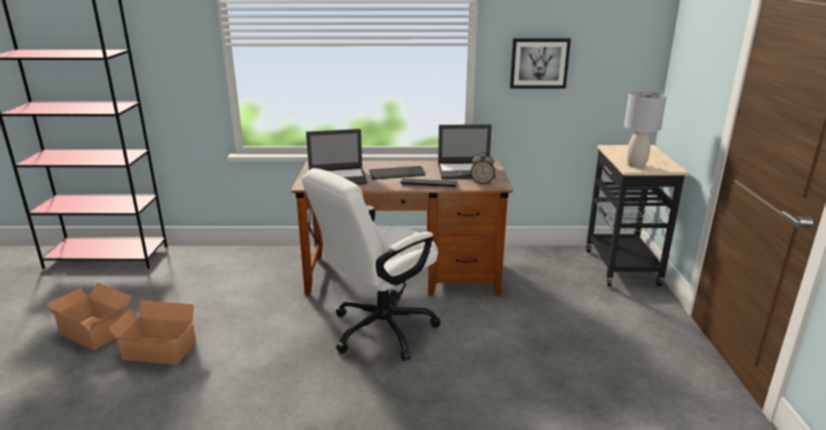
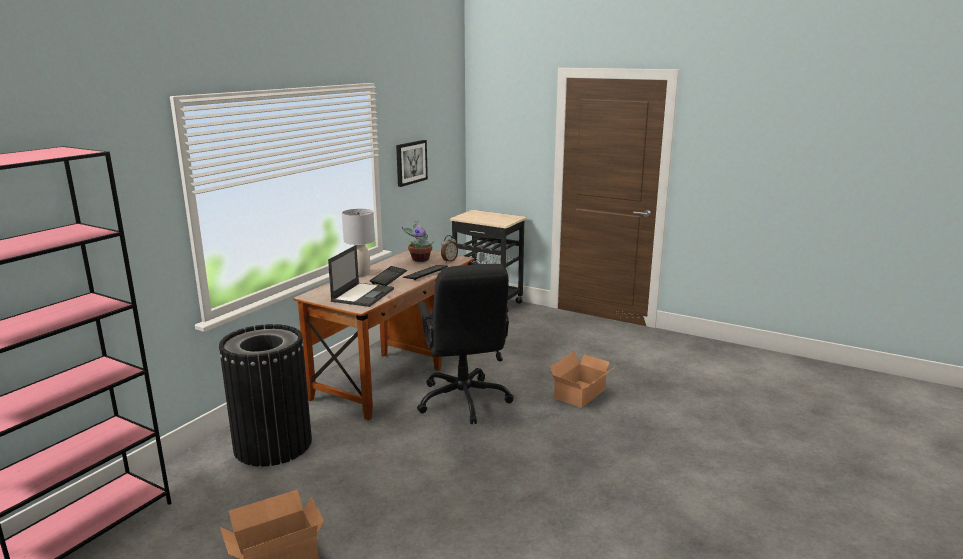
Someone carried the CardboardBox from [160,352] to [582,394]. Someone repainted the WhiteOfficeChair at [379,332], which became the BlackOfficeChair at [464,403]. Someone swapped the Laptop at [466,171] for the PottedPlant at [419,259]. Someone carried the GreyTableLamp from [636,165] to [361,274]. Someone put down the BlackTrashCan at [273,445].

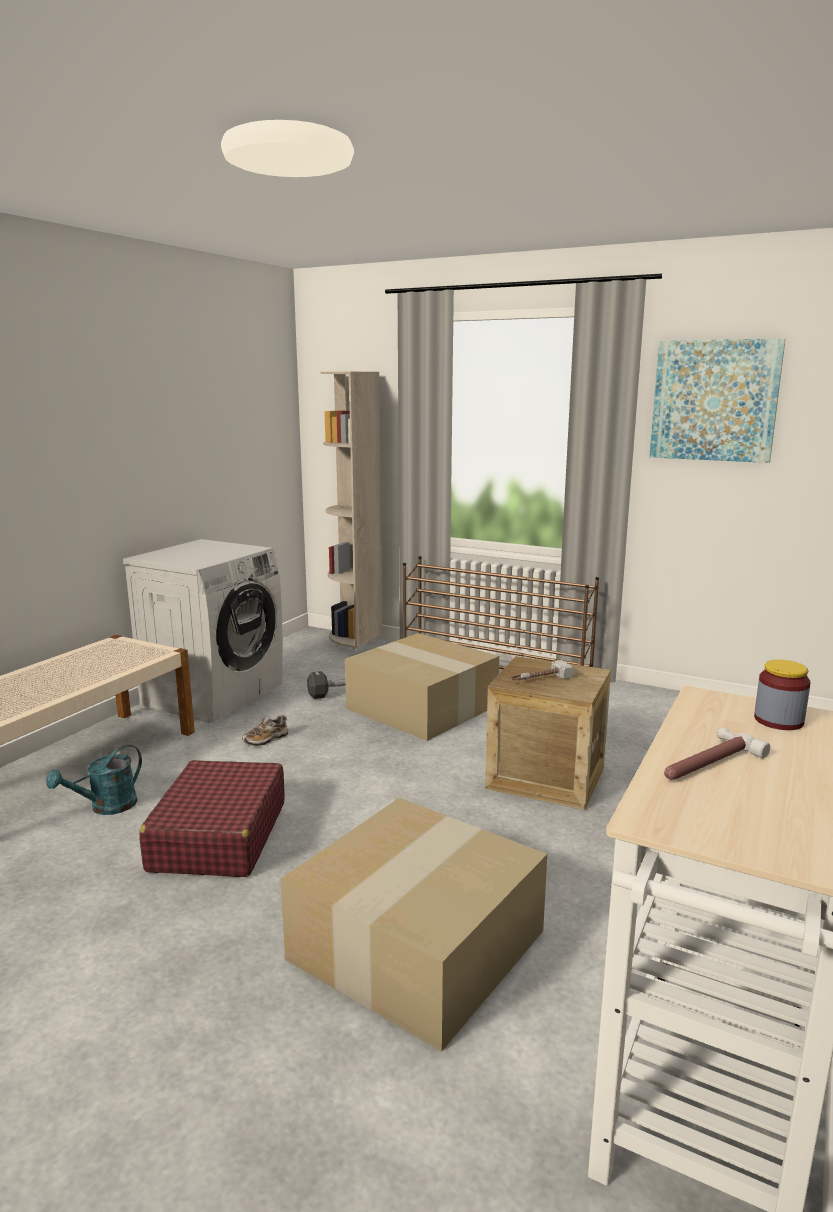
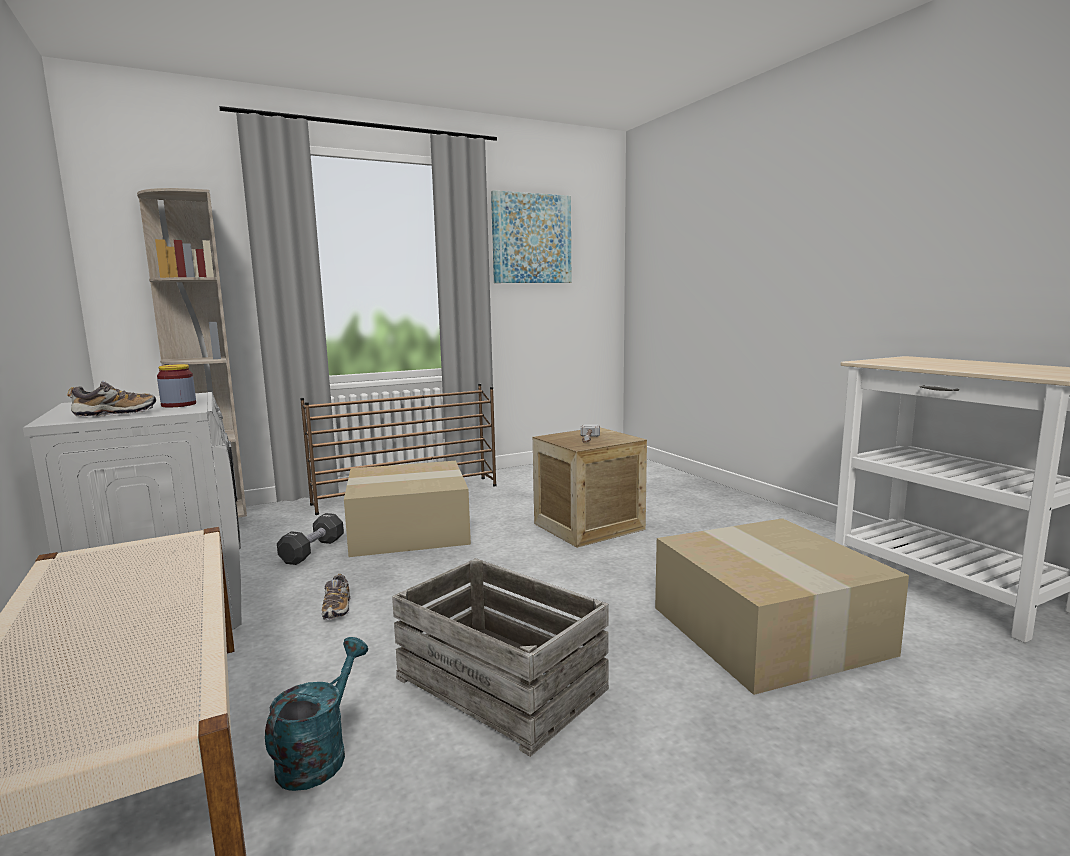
Someone rotated the TurquoiseWateringCan at [106,807] by 150 degrees counterclockwise. Someone swapped the RedSuitcase at [218,836] for the Crate at [502,682]. Someone took away the Hammer at [706,763]. Someone carried the Jar from [778,720] to [179,405]. Someone put down the Shoe at [115,414].

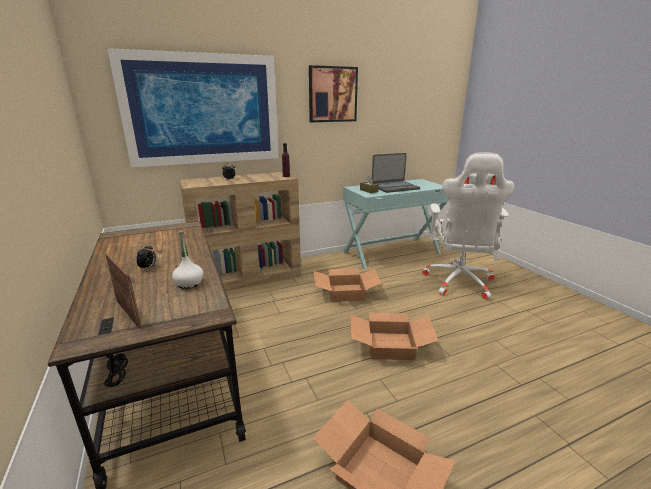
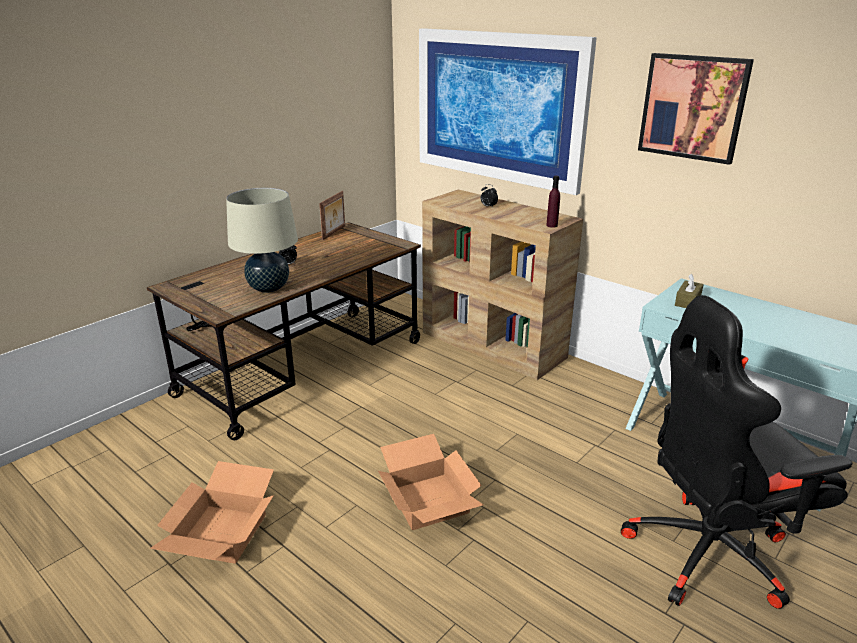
Someone carried the PictureFrame from [129,313] to [334,232]. Someone swapped the WhiteBottle at [189,283] for the BeigeTableLamp at [268,288]. Someone took away the CardboardBox at [346,292]. Someone took away the Laptop at [395,187]. Someone repainted the WhiteOfficeChair at [458,279], which became the BlackOfficeChair at [718,551].

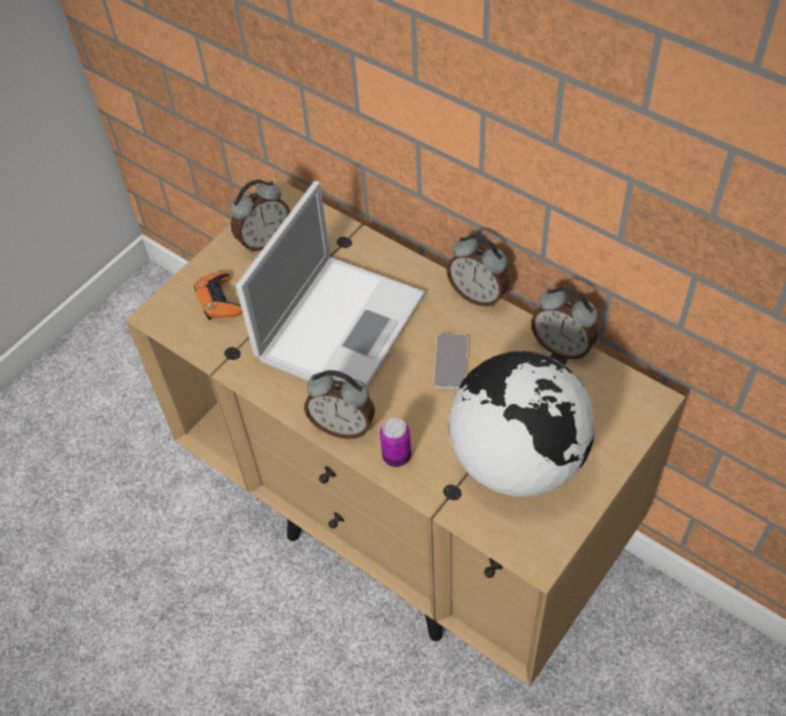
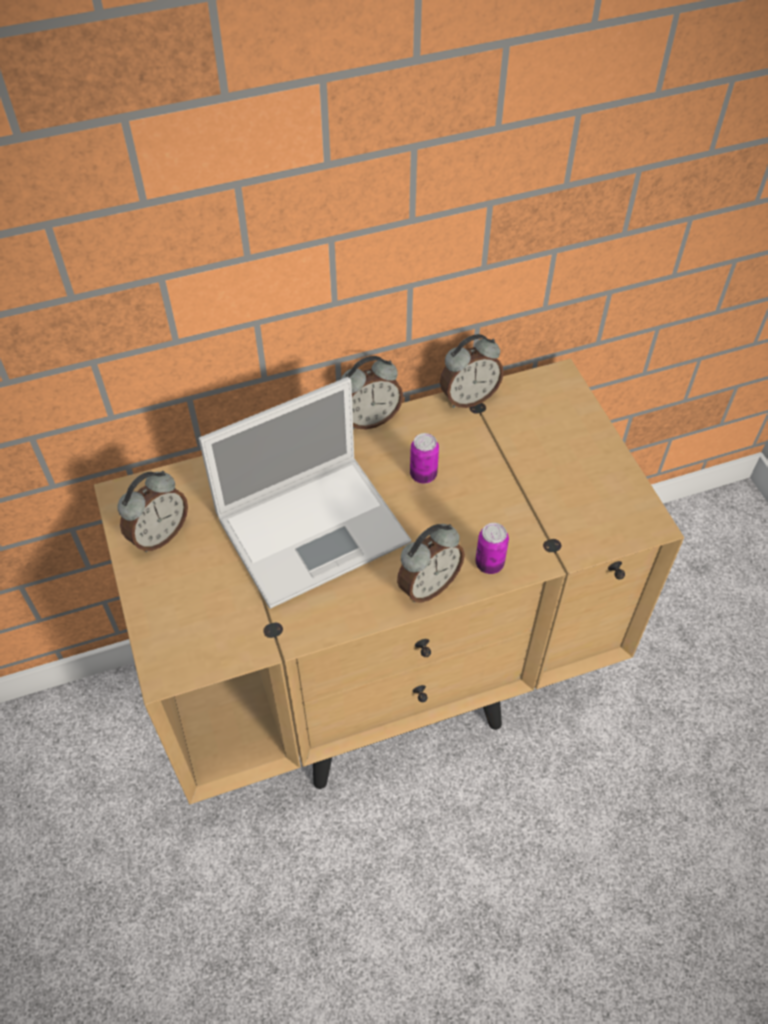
Someone took away the OrangeGameController at [219,300]. Someone rotated the AlarmClock at [264,240] by 45 degrees clockwise. Someone rotated the Laptop at [342,324] by 90 degrees clockwise. Someone swapped the Phone at [451,362] for the Can at [423,475]. Someone took away the Globe at [517,460].

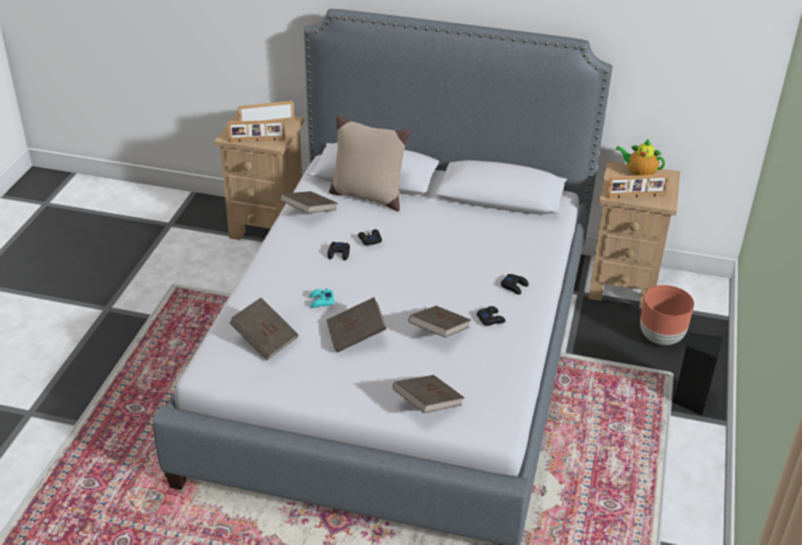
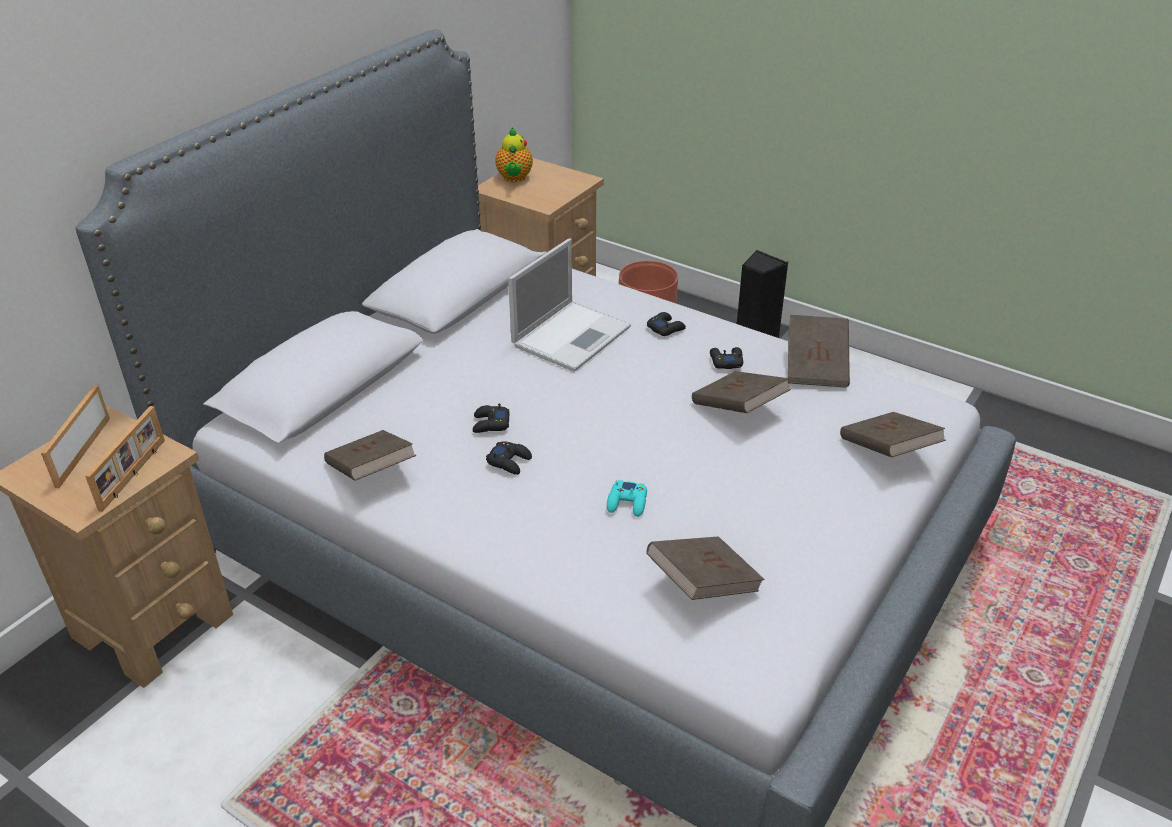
Someone carried the BrownBook from [356,336] to [816,367]. Someone took away the BeigePillow at [367,196]. Someone took away the PictureFrame at [636,196]. Someone rotated the Teapot at [639,174] by 45 degrees counterclockwise. Someone put down the Laptop at [572,335].

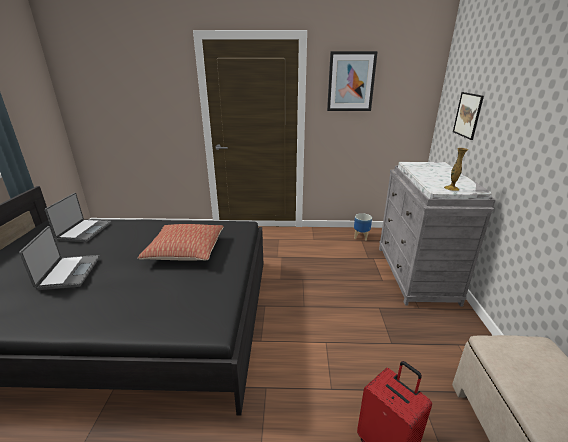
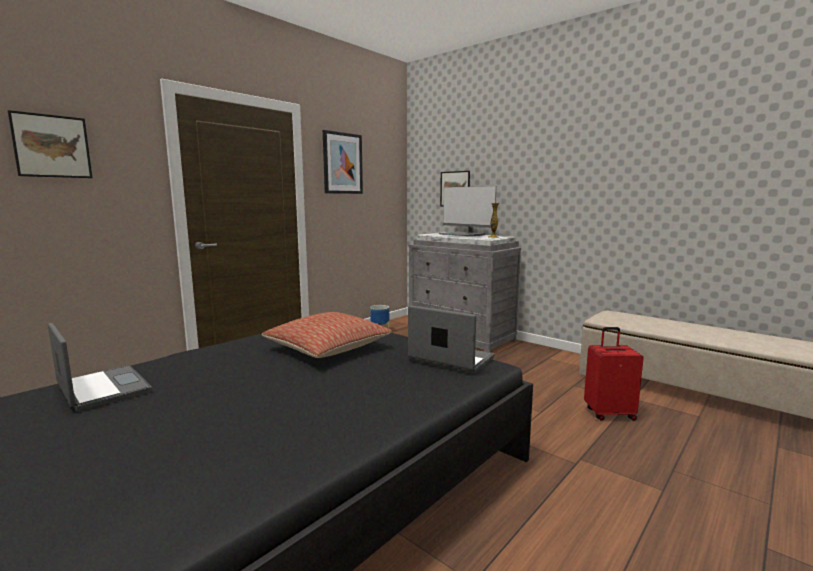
Someone carried the Laptop from [68,273] to [450,360]. Someone put up the Picture at [52,146]. Someone put down the Monitor at [462,235].

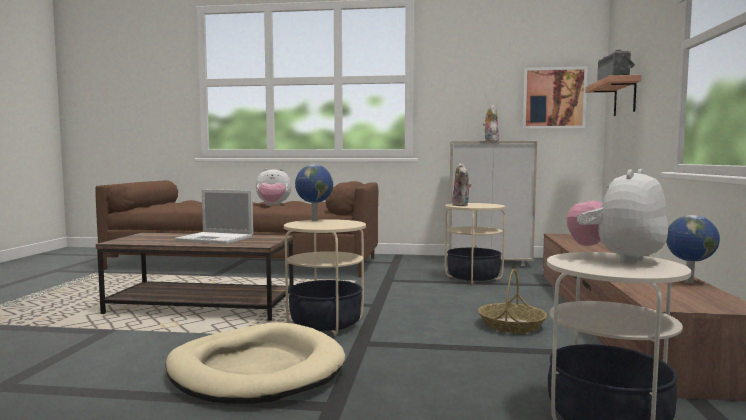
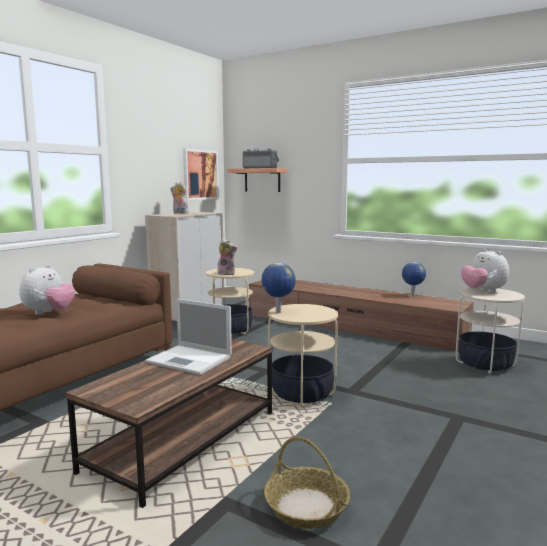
Someone took away the BeigeDogBed at [256,370]. Someone rotated the Laptop at [216,239] by 75 degrees clockwise. Someone carried the Basket from [511,325] to [306,507].

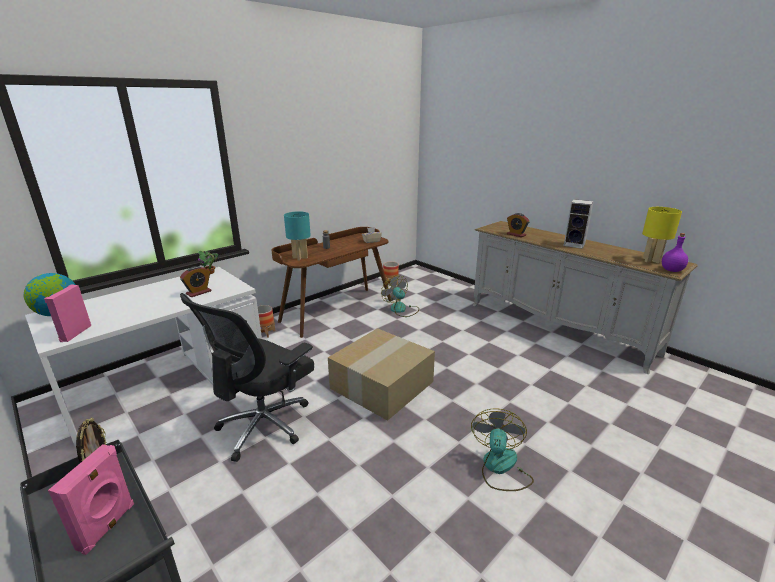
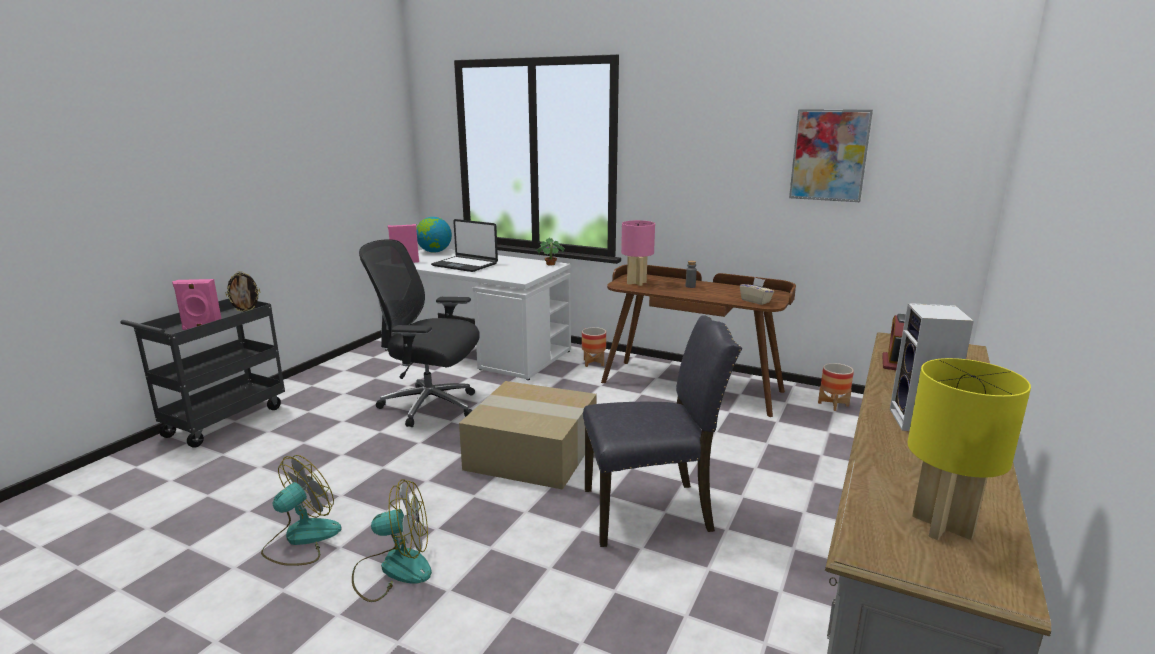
Someone took away the AlarmClock at [198,292]. Someone repainted the TurquoiseTableLamp at [300,258], which became the PinkTableLamp at [637,283]. Someone carried the Fan from [401,310] to [301,539]. Someone took away the PurpleBottle at [672,270]. Someone put down the Laptop at [465,265]. Someone put down the GreyChair at [651,511]. Someone put up the Picture at [829,155].

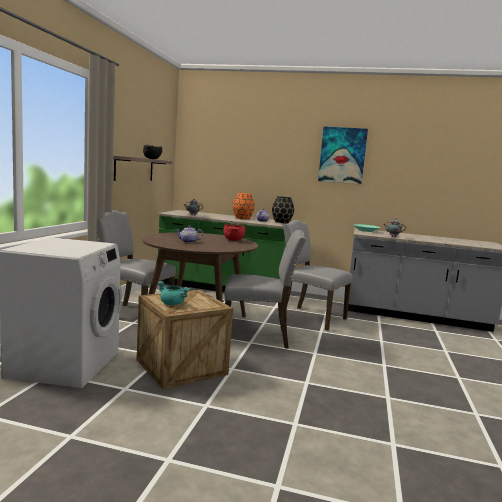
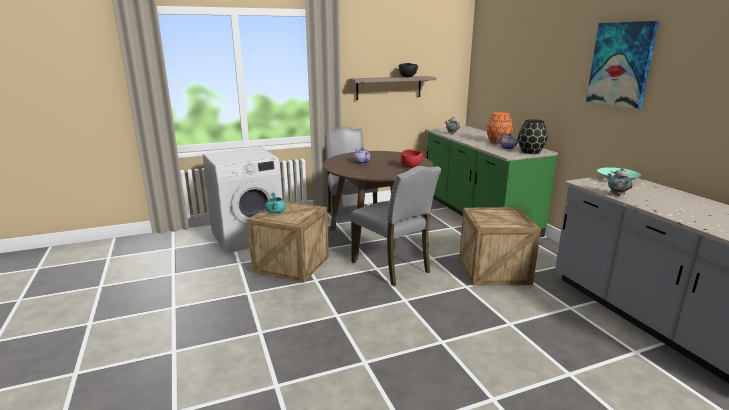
Someone swapped the GreyChair at [310,317] for the Crate at [494,270].

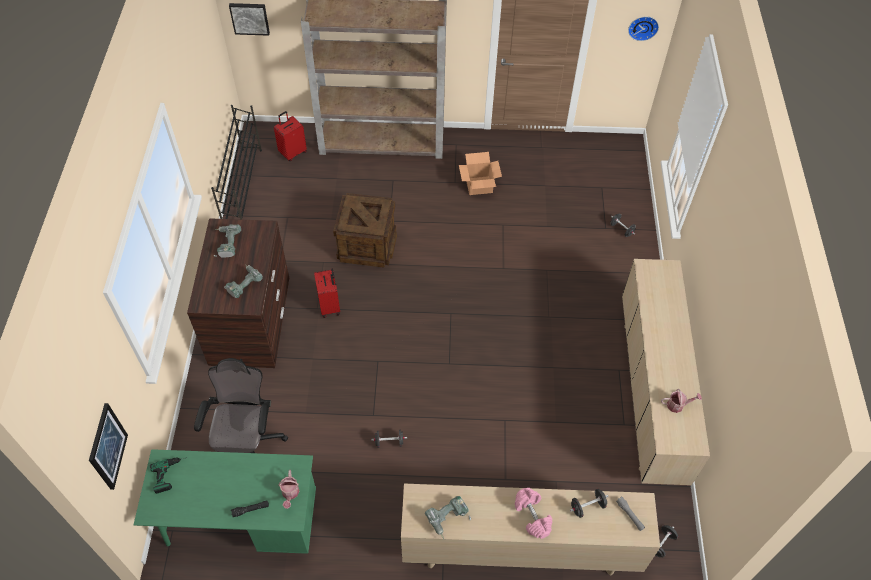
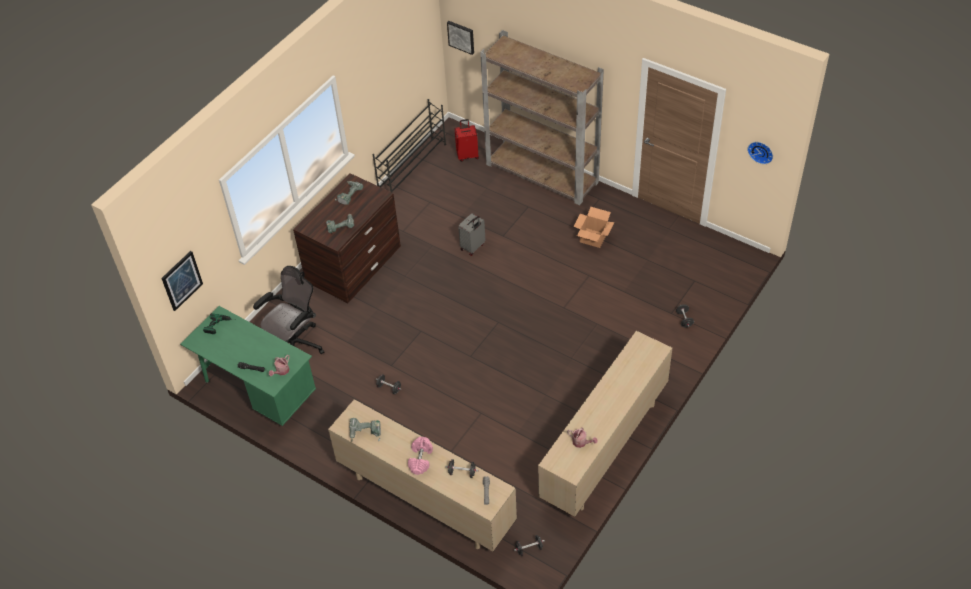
Someone took away the RedSuitcase at [330,306]. Someone swapped the Crate at [367,245] for the GreySuitcase at [473,247].

